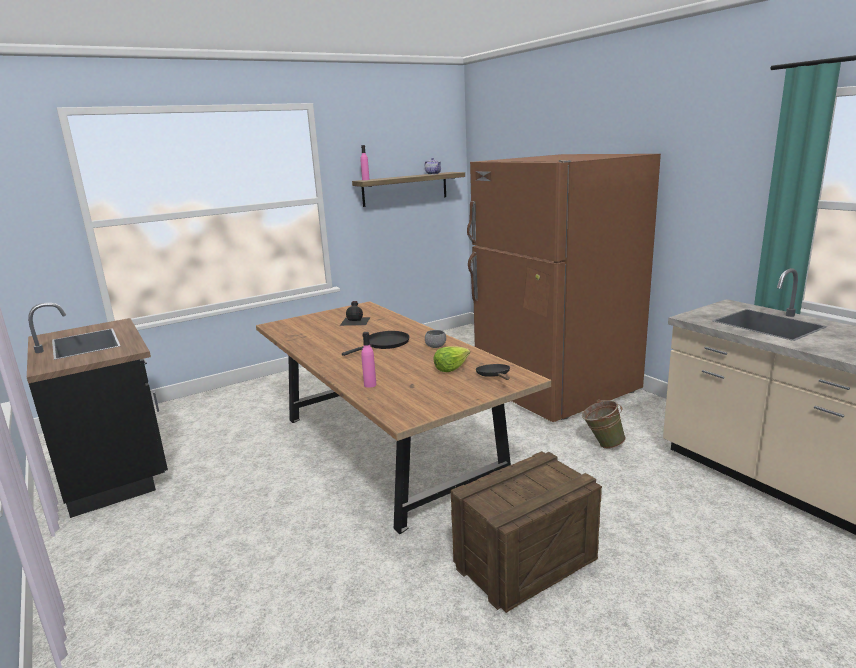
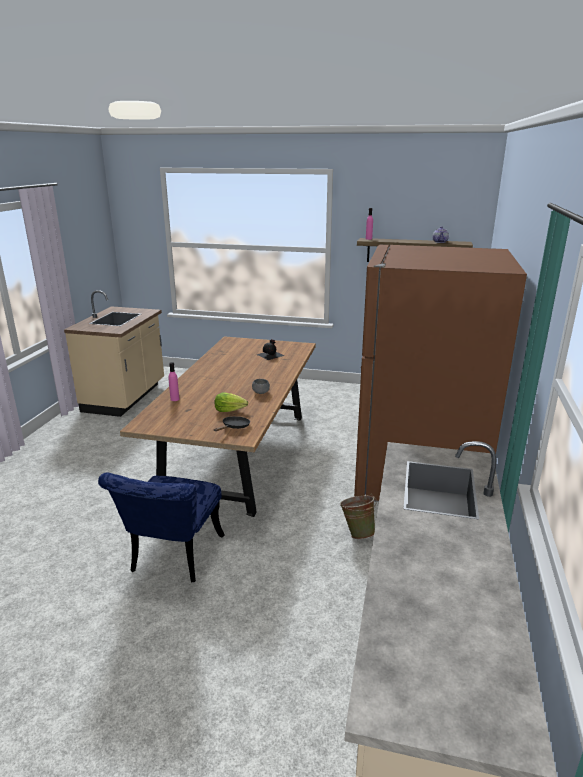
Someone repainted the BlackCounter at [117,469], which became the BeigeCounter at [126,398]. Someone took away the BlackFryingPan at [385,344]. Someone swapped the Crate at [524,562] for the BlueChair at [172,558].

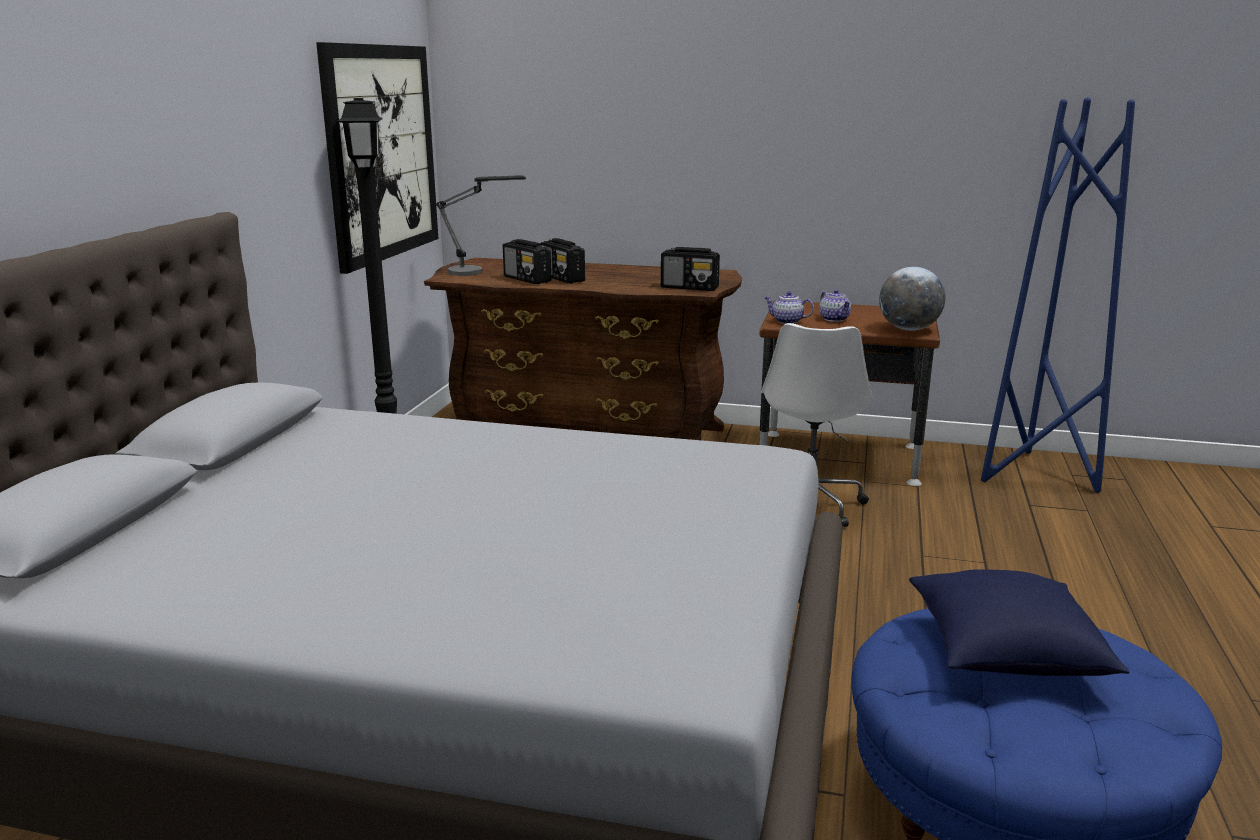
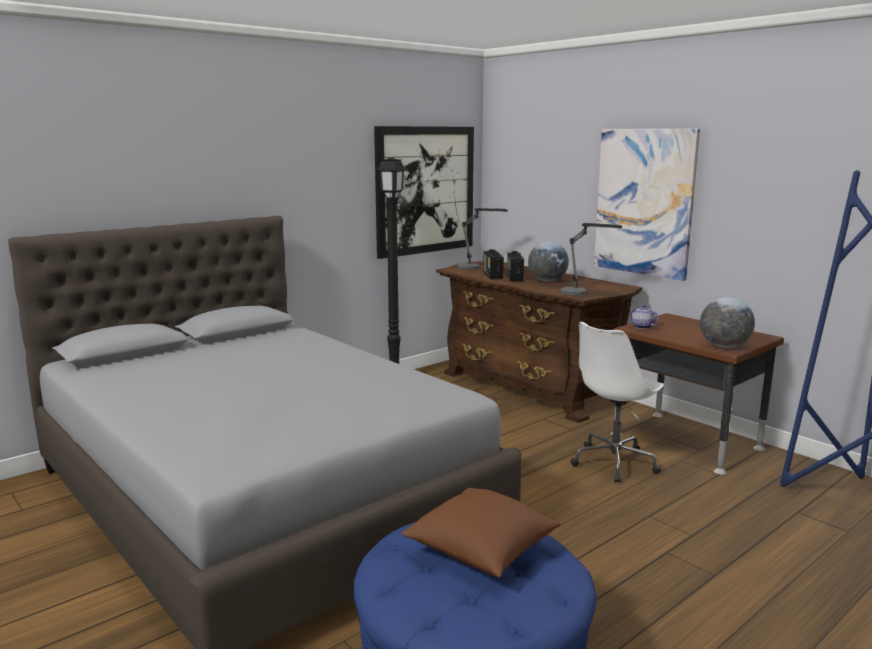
Someone swapped the Radio at [690,288] for the TableLamp at [580,293]. Someone took away the Teapot at [834,319]. Someone repainted the BluePillow at [1005,654], which became the BrownPillow at [480,551]. Someone put down the Globe at [547,281]. Someone put up the Picture at [644,202].

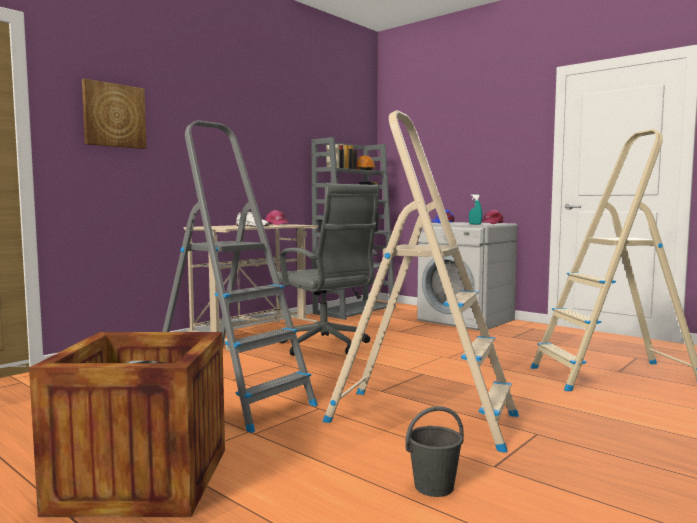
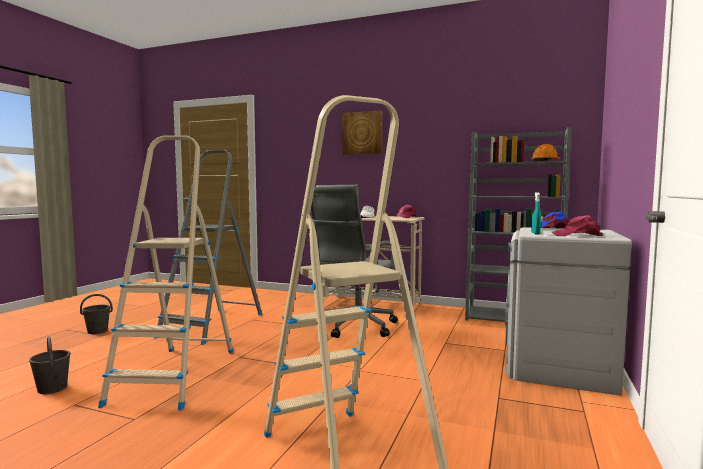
Someone swapped the Crate at [142,479] for the GreyBucket at [98,331]. Someone carried the Picture from [114,115] to [362,133].

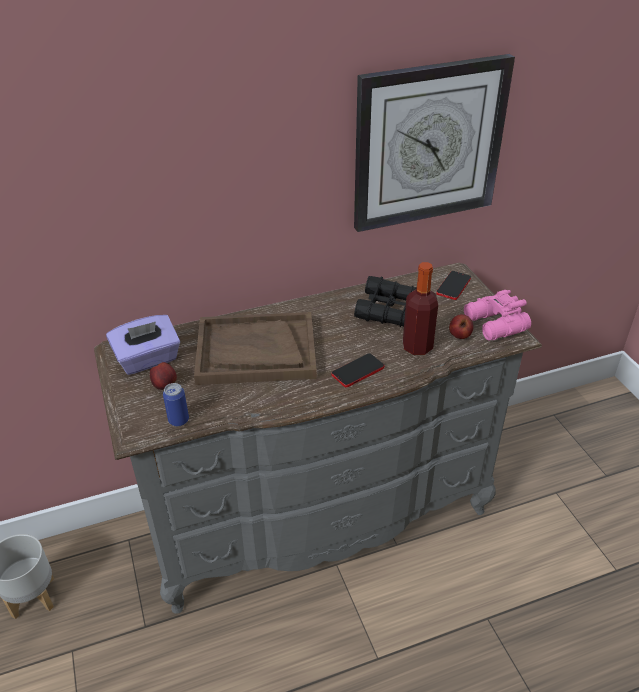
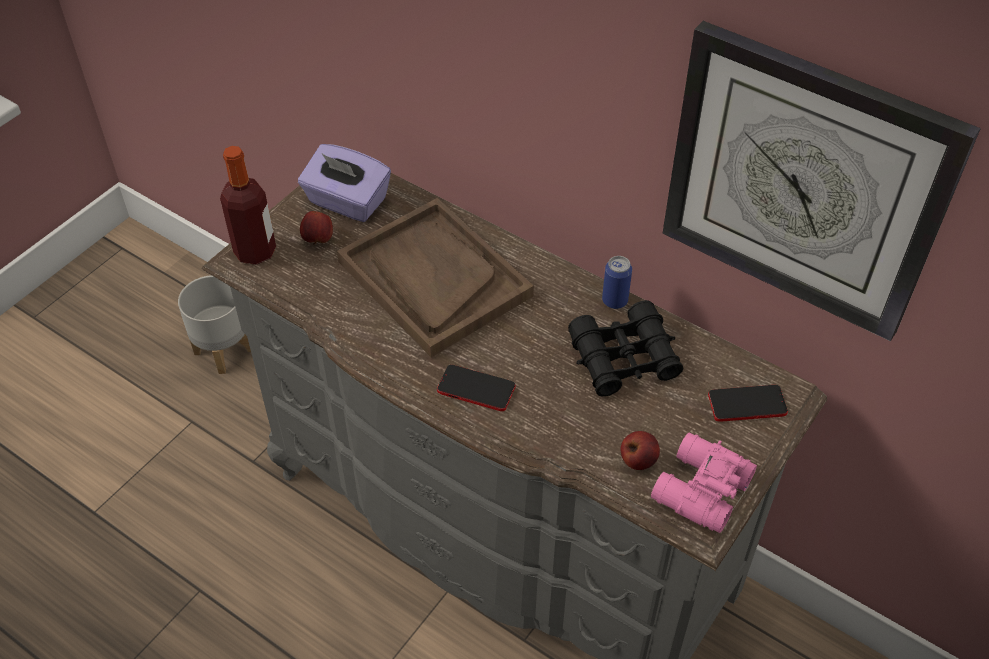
Someone carried the Can from [178,420] to [614,301]. Someone carried the Bottle from [417,347] to [255,251].

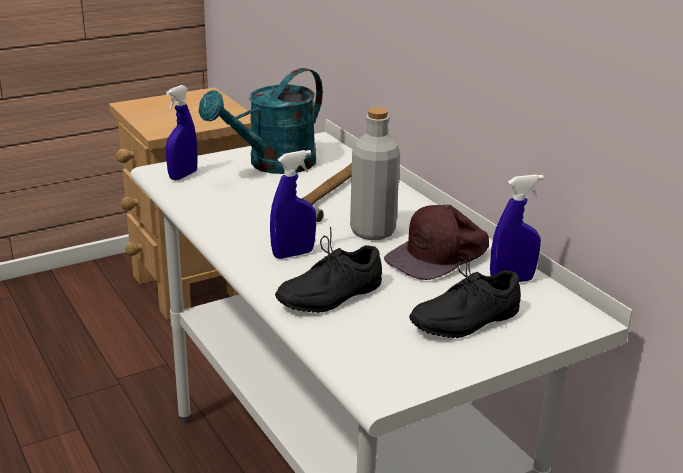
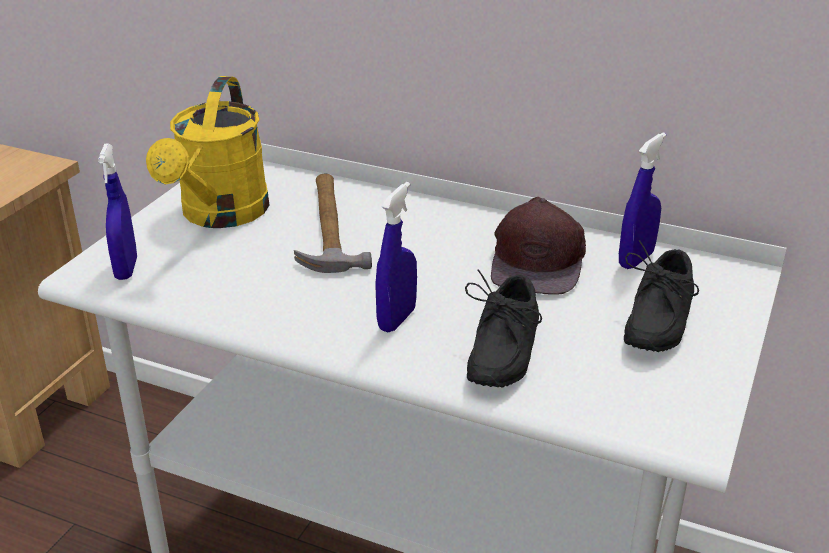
Someone repainted the TurquoiseWateringCan at [272,165], which became the YellowWateringCan at [220,215]. Someone took away the GreyBottle at [372,231].

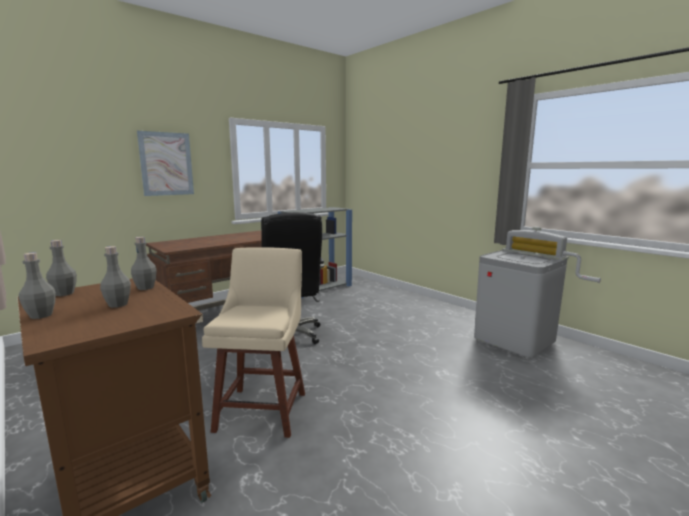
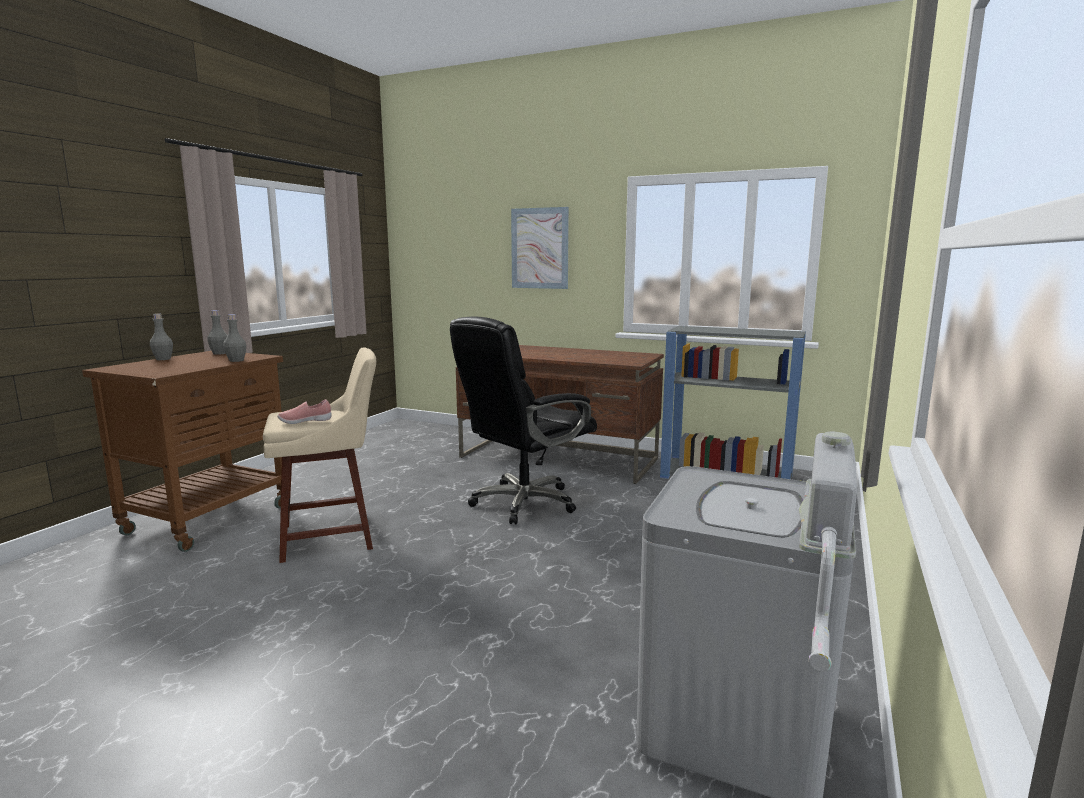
Someone took away the GreyBottle at [118,304]. Someone put down the PinkShoe at [305,422].

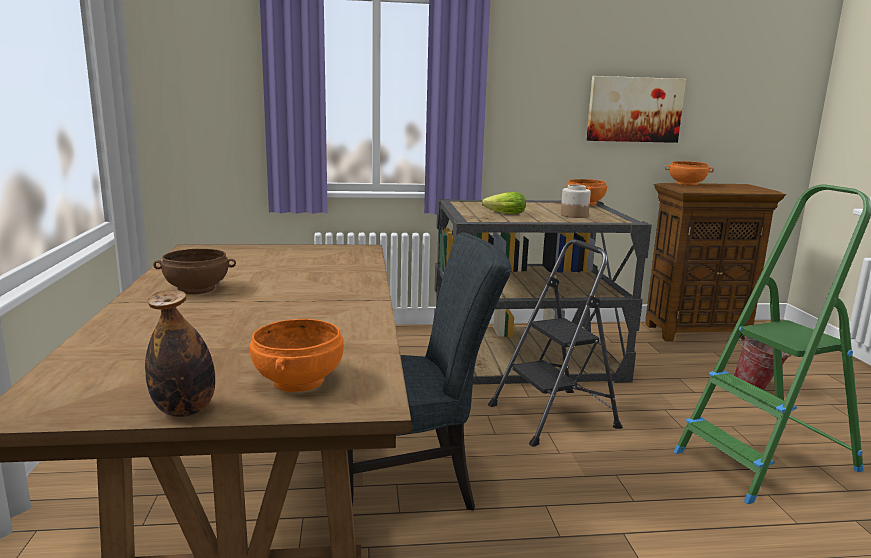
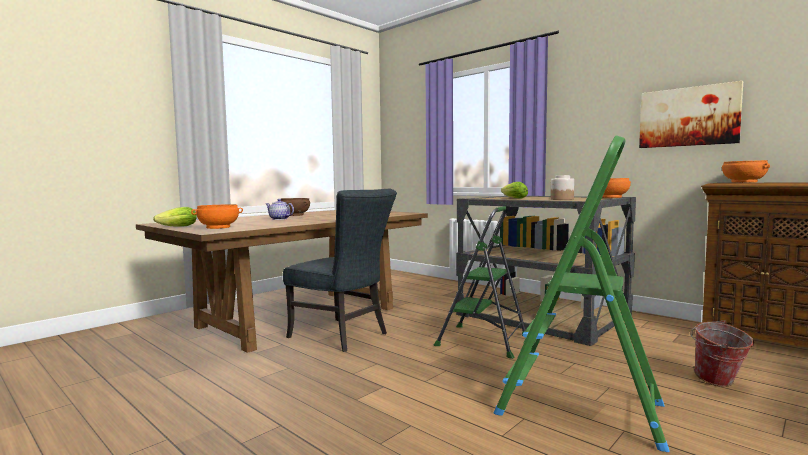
Someone swapped the Bottle at [184,410] for the Lettuce at [175,227]. Someone repainted the BlackStepLadder at [556,415], which became the GreenStepLadder at [485,341]. Someone put down the Teapot at [279,219].

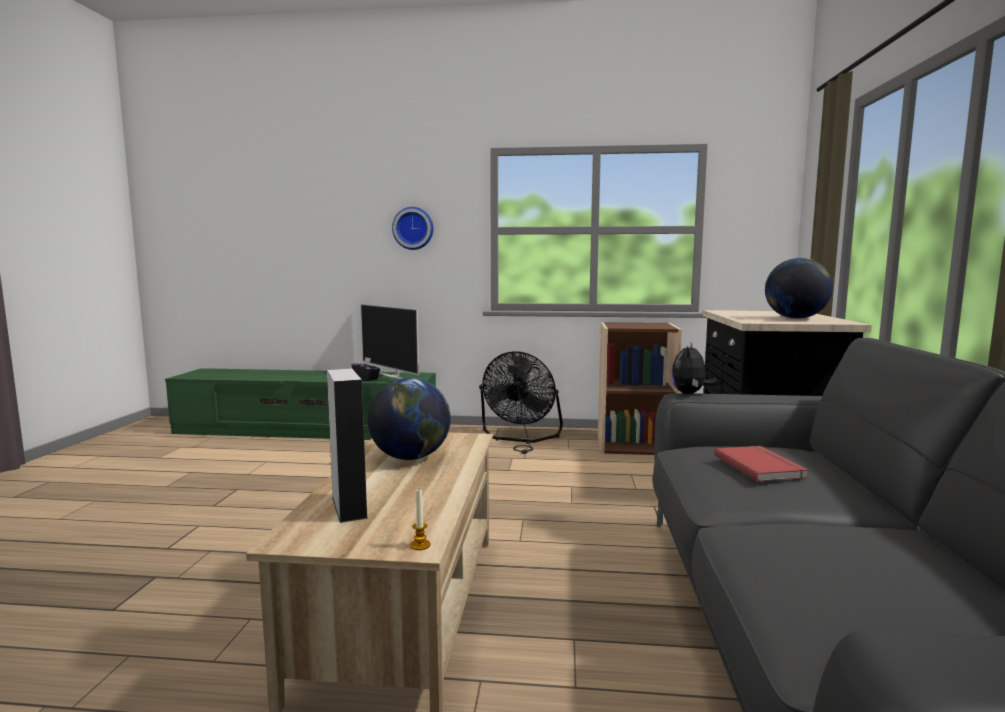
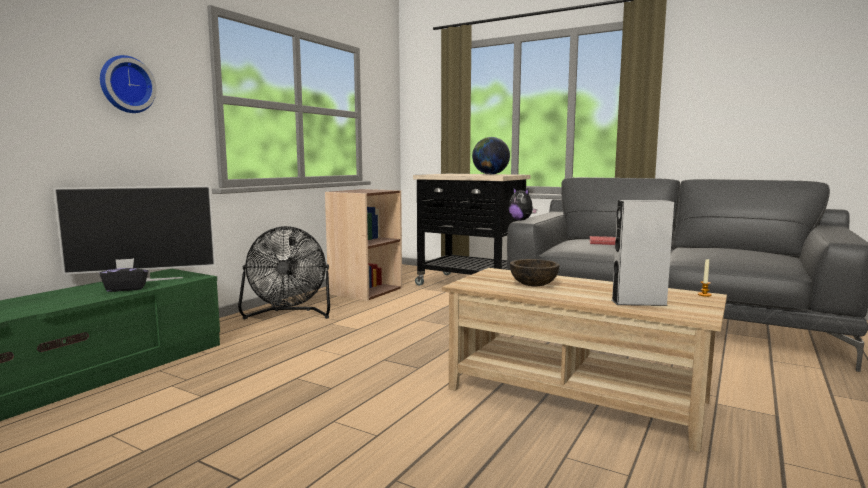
Someone swapped the Globe at [411,457] for the BrownBowl at [533,285]. Someone rotated the BlackFan at [518,438] by 135 degrees counterclockwise.

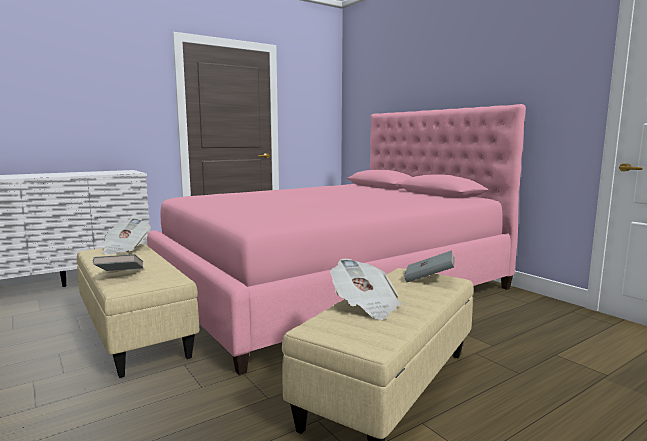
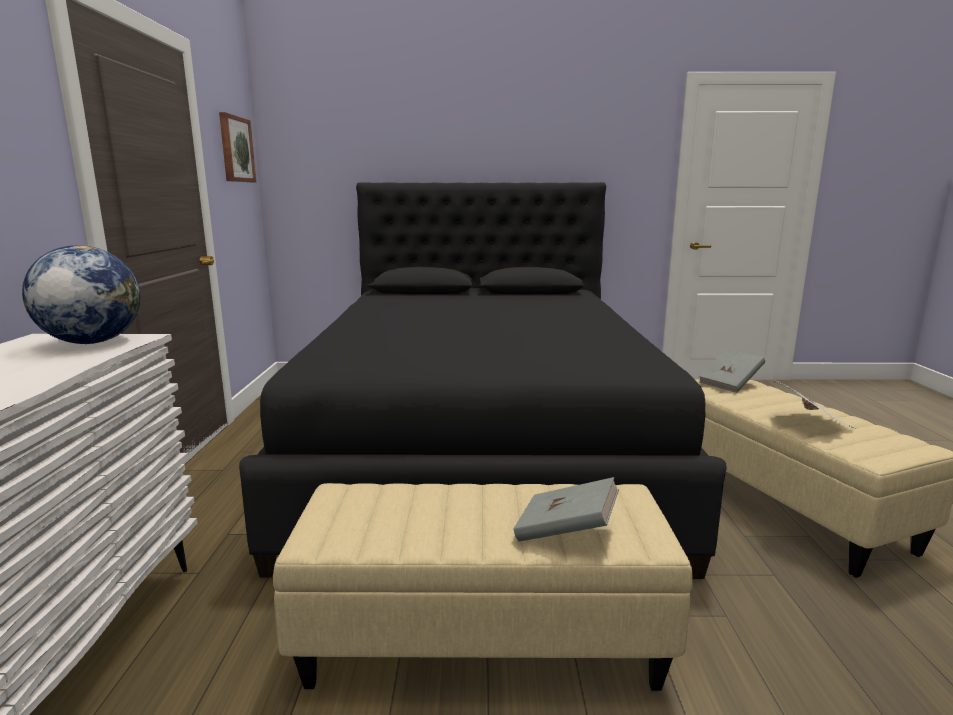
Someone took away the Newspaper at [125,249]. Someone repainted the PinkBed at [332,288], which became the BlackBed at [481,446]. Someone put down the Globe at [91,342]. Someone put up the Picture at [235,149].

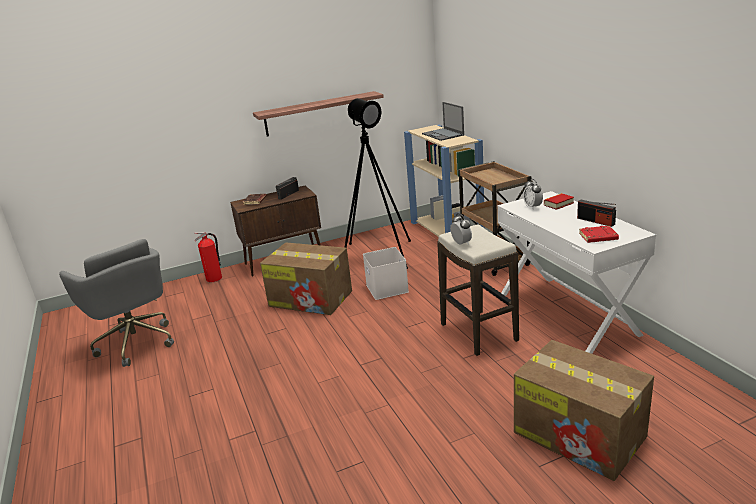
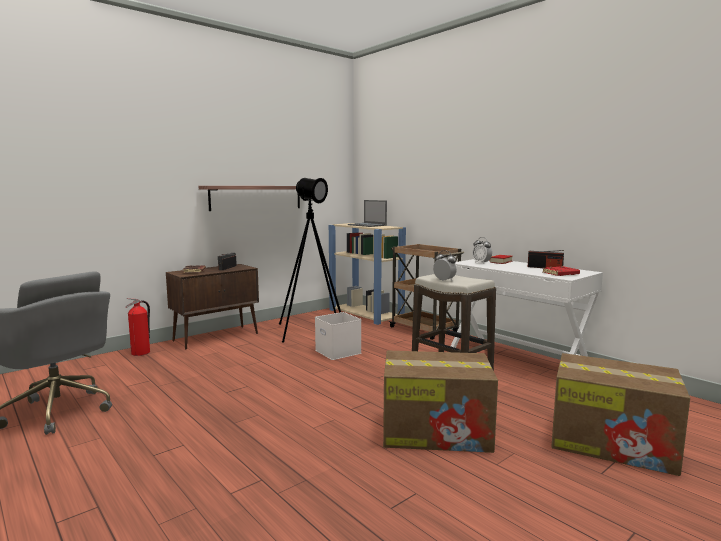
Someone carried the CardboardBox from [311,299] to [437,431].

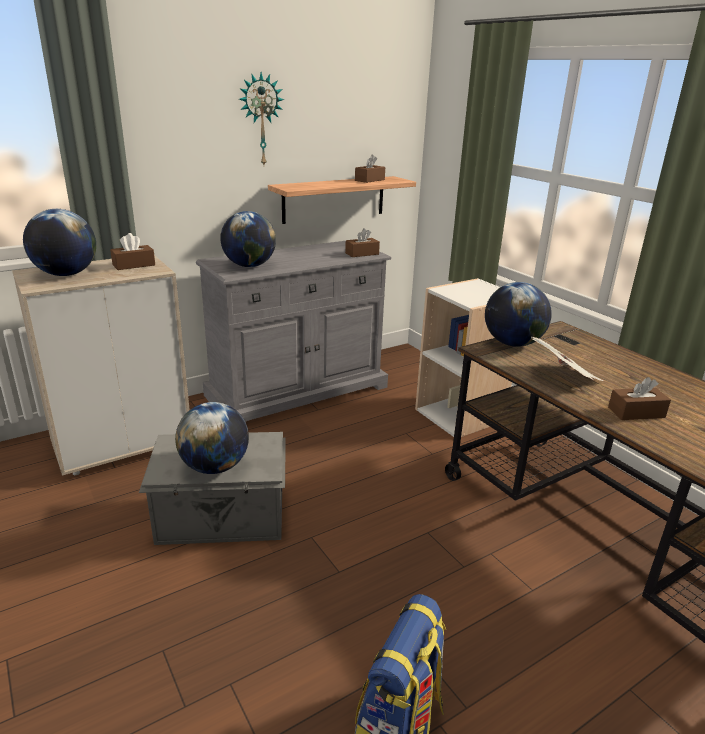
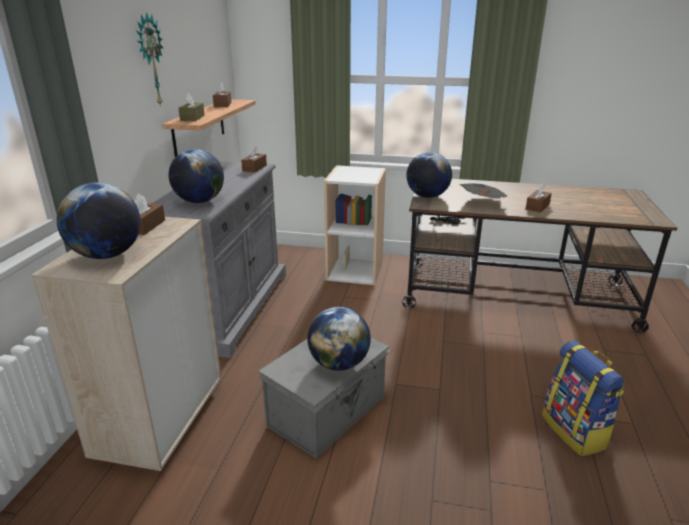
Someone put down the BrownTissueBox at [192,118].

